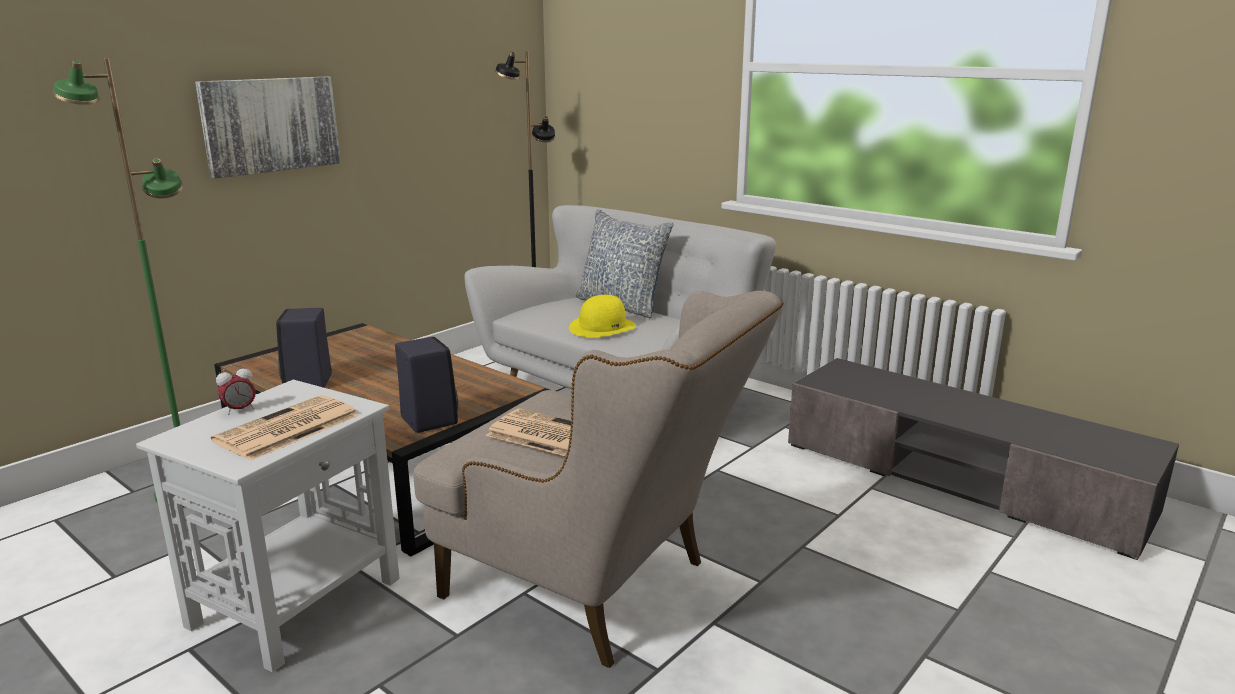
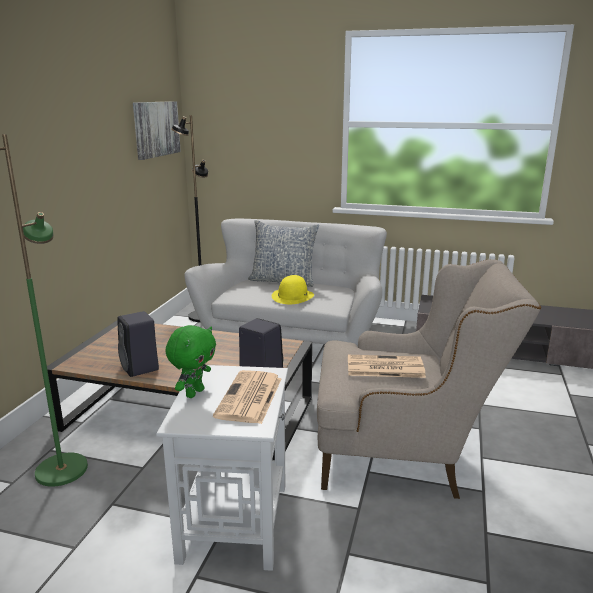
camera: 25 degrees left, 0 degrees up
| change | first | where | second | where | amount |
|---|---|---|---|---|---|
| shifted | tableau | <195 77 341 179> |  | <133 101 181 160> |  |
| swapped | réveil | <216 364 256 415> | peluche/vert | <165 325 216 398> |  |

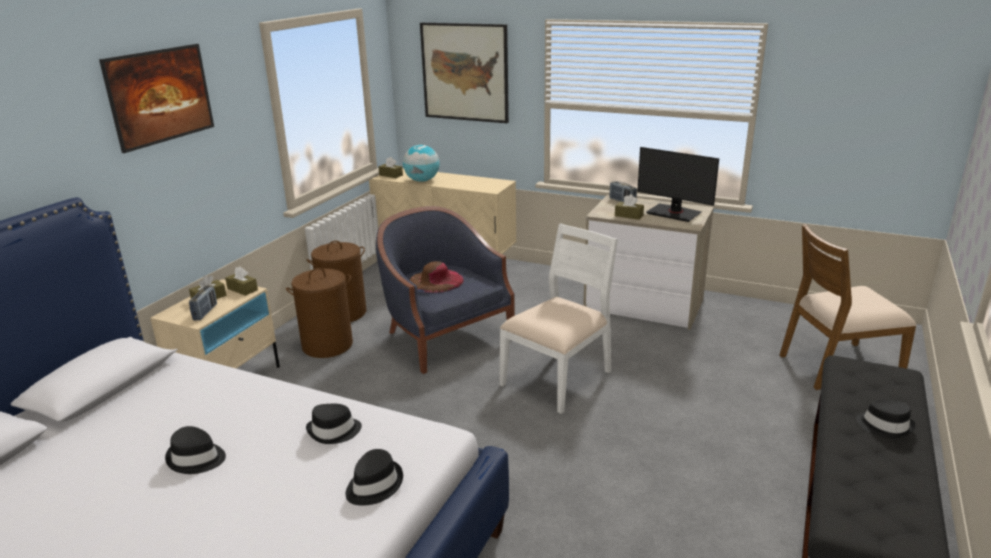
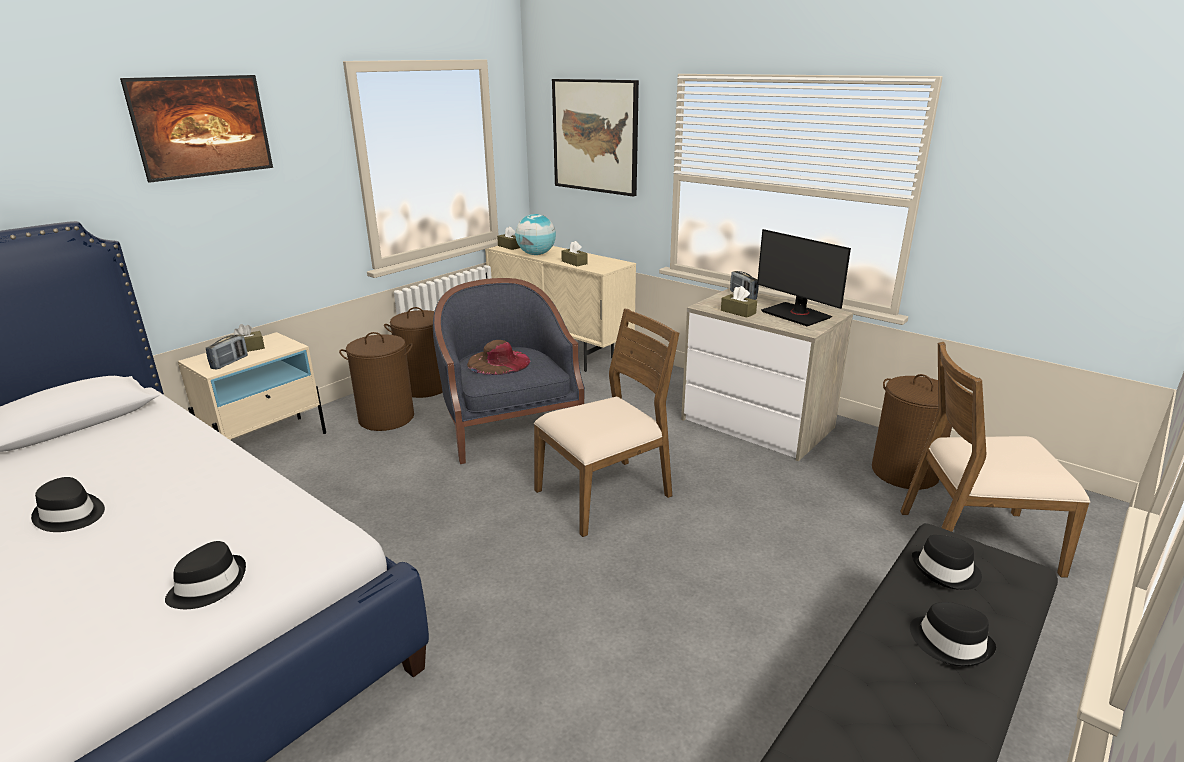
camera: 15 degrees right, 0 degrees up
| change | first | where | second | where | amount |
|---|---|---|---|---|---|
| shifted | boîte à mouchoirs/marron | <225 266 258 296> |  | <561 241 588 266> |  |
| shifted | chapeau/noir | <306 404 362 444> |  | <912 535 982 590> |  |
| repainted | chaise/blanc | <499 224 618 414> | chaise/marron | <534 308 679 537> |  |
| new |  |  | panier à linge/marron | <872 374 952 490> |  |

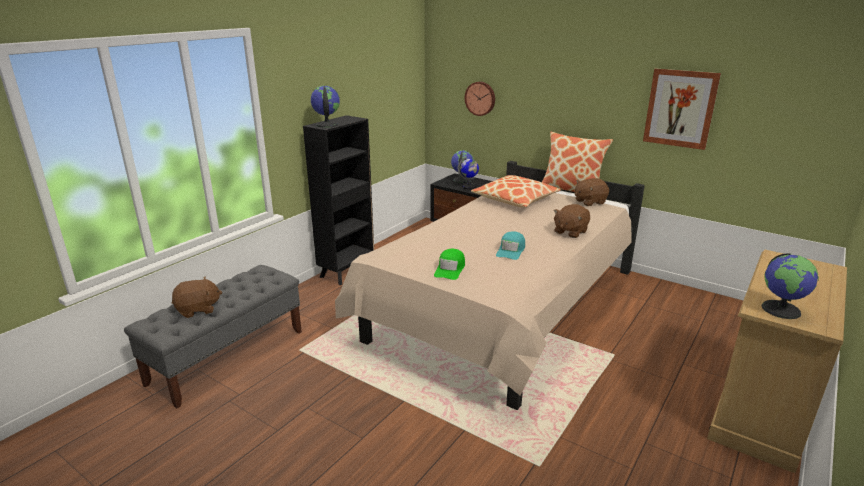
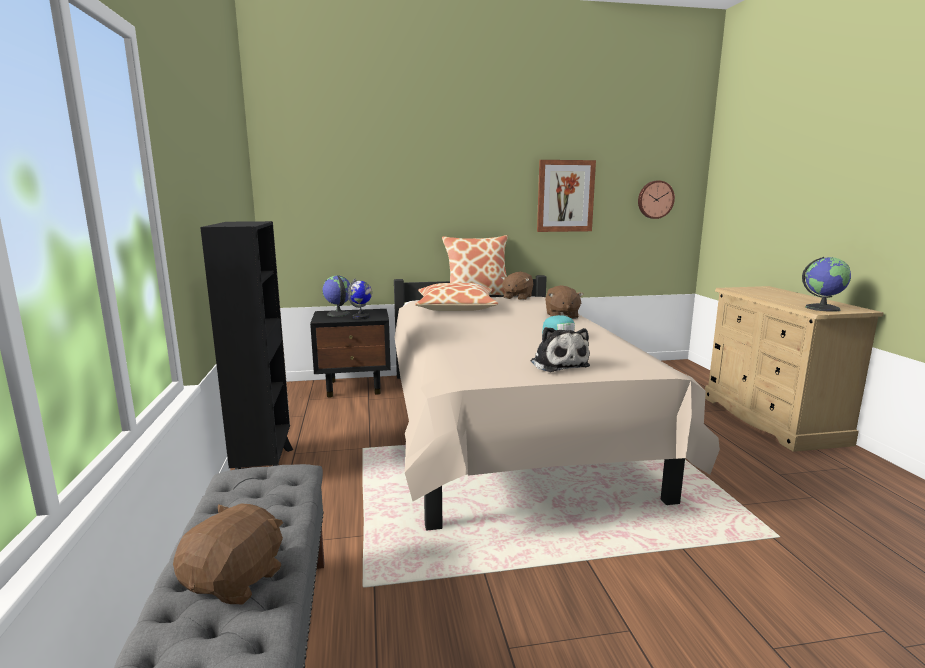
camera: 45 degrees left, 10 degrees down
| change | first | where | second | where | amount |
|---|---|---|---|---|---|
| gone | globe | <311 85 340 127> |  |  |  |
| swapped | casquette/vert | <434 249 465 280> | peluche | <531 327 590 372> |  |
| shifted | horloge murale | <465 82 495 116> |  | <638 181 675 219> |  |

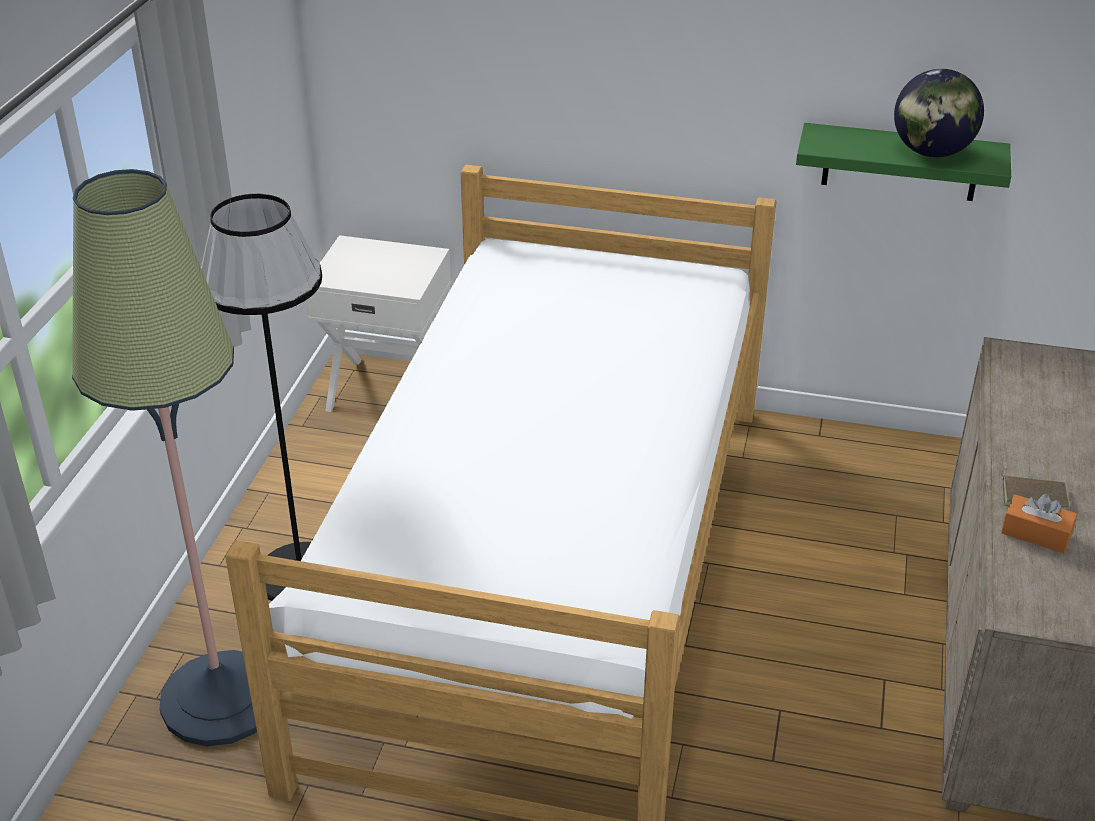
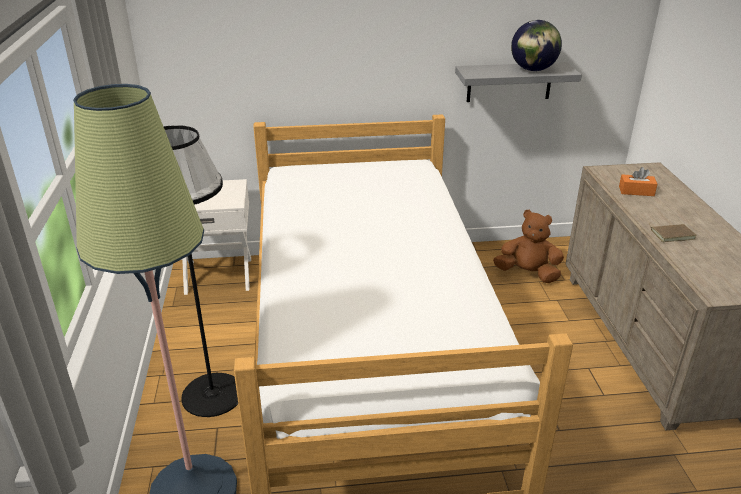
camera: 20 degrees left, 5 degrees down
| change | first | where | second | where | amount |
|---|---|---|---|---|---|
| repainted | étagère/vert | <796 123 1011 201> | étagère/gris | <455 62 582 102> |  |
| shifted | boîte à mouchoirs/orange | <1001 494 1077 553> |  | <619 167 658 196> |  |
| new |  |  | peluche/marron | <493 210 564 283> |  |

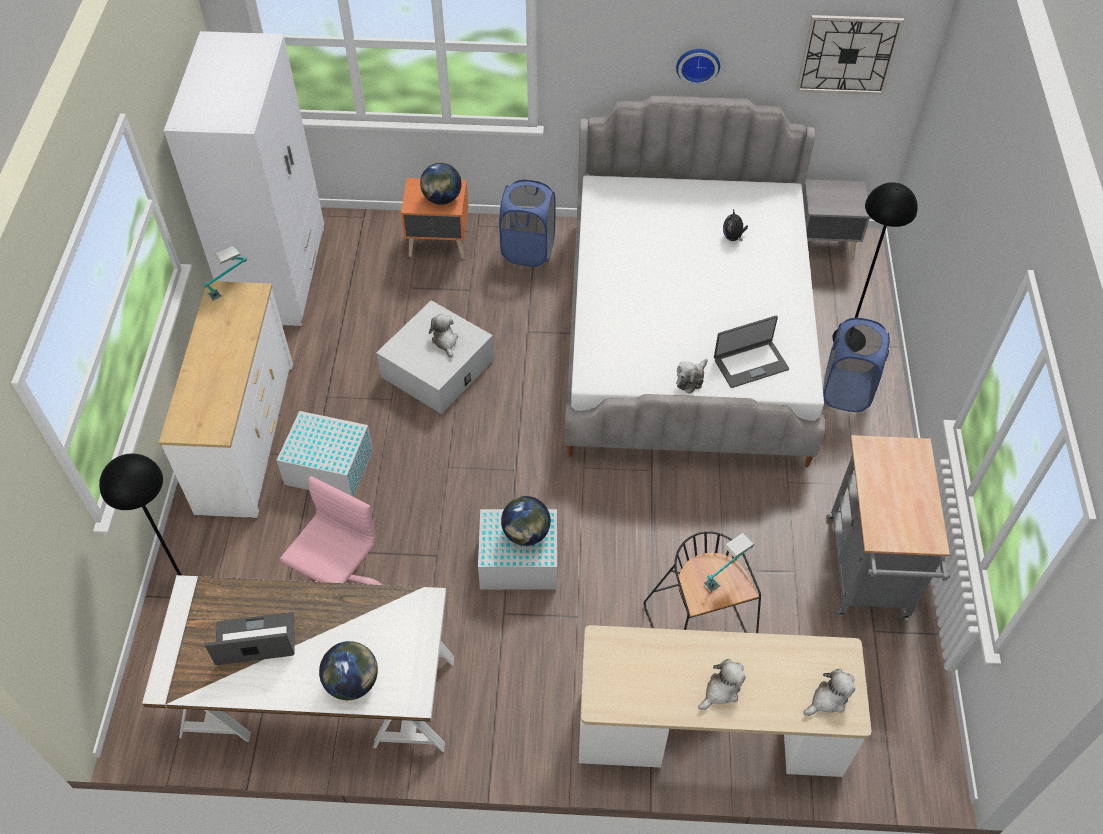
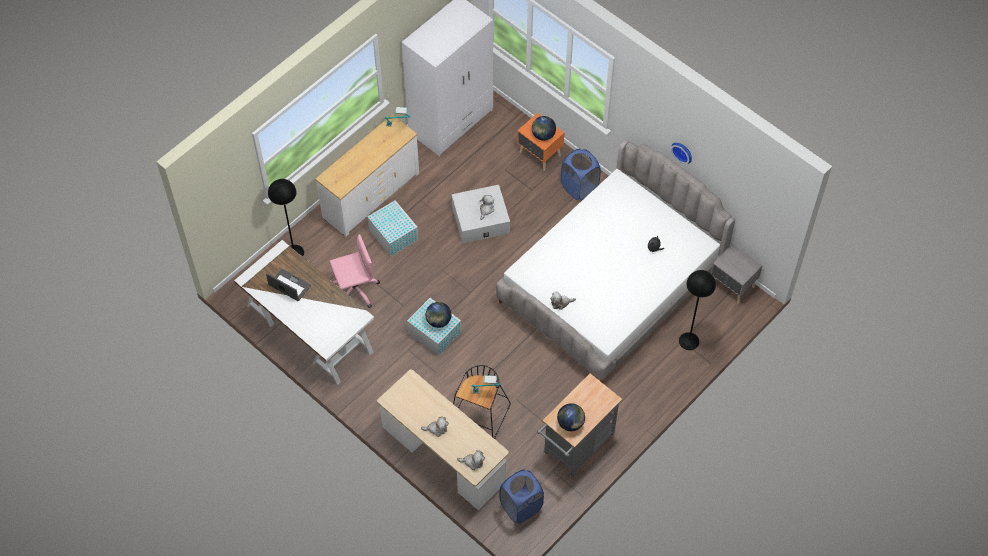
camera: 40 degrees right, 5 degrees up
| change | first | where | second | where | amount |
|---|---|---|---|---|---|
| shifted | globe | <319 641 378 700> |  | <557 403 585 431> |  |
| gone | ordinateur portable | <714 316 789 388> |  |  |  |
| gone | horloge murale | <796 15 904 95> |  |  |  |
| shifted | panier à linge/bleu | <823 318 890 412> |  | <500 470 544 523> |  |

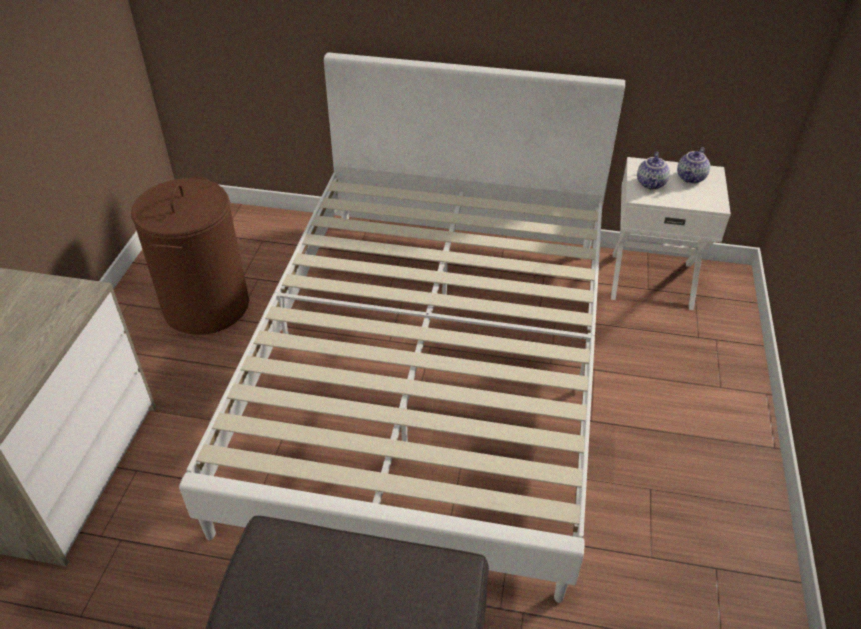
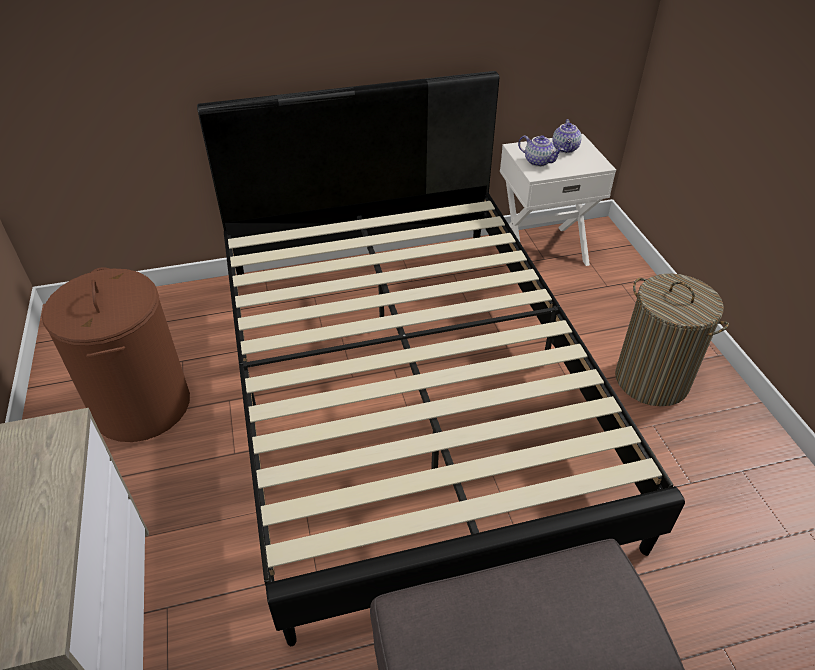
camera: 25 degrees left, 0 degrees up
| change | first | where | second | where | amount |
|---|---|---|---|---|---|
| repainted | lit/blanc | <179 52 625 603> | lit/noir | <197 71 685 646> |  |
| rotated | théière | <637 152 670 190> |  | <518 135 564 167> | 45 degrees counterclockwise |
| new |  |  | panier à linge | <615 273 729 406> |  |

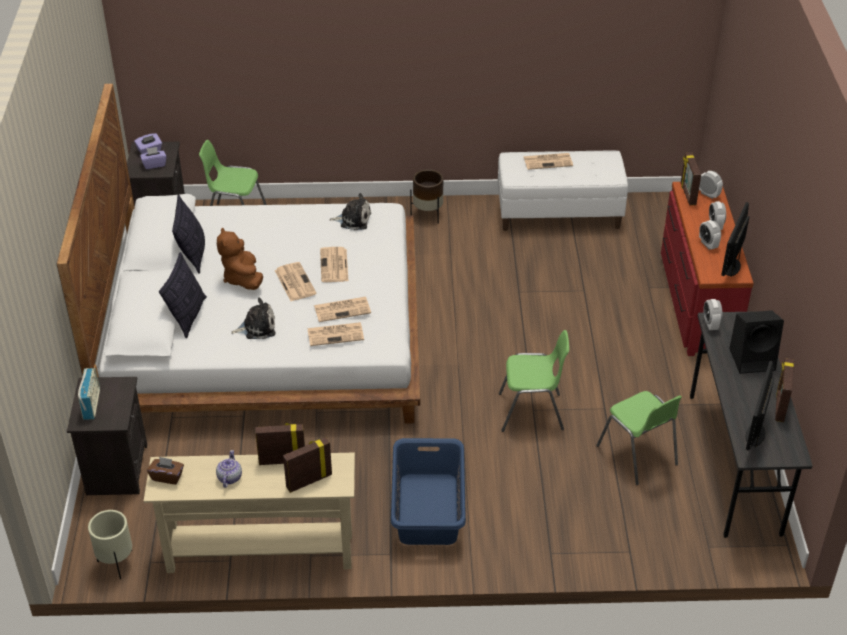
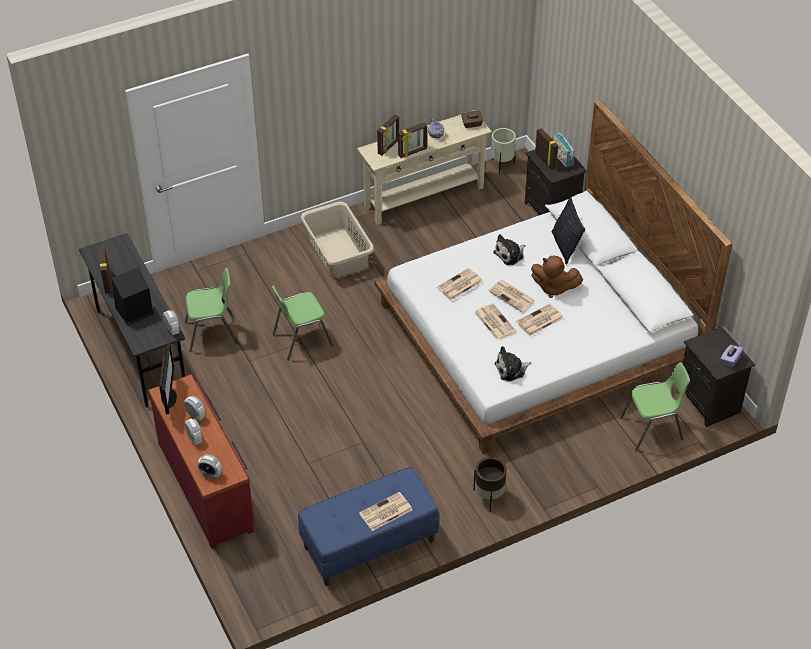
camera: 155 degrees right, 5 degrees up
| change | first | where | second | where | amount |
|---|---|---|---|---|---|
| gone | boîte à mouchoirs/violet | <140 147 166 169> |  |  |  |
| gone | coussin | <172 195 205 274> |  |  |  |
| rotated | peluche/marron | <217 227 263 290> |  | <531 256 583 298> | 150 degrees clockwise |
| shifted | journal | <307 322 364 346> |  | <516 304 563 336> |  |
| repainted | panier à linge/bleu | <391 438 466 545> | panier à linge/beige | <301 201 374 278> |  |
| repainted | banc/blanc | <498 150 628 231> | banc/bleu | <298 467 439 586> |  |
| rotated | chaise/vert | <596 391 682 485> |  | <185 268 238 352> | 135 degrees clockwise |
| shifted | cadre photo | <681 152 701 205> |  | <535 128 559 170> |  |
| gone | écran d'ordinateur | <746 361 774 450> |  |  |  |

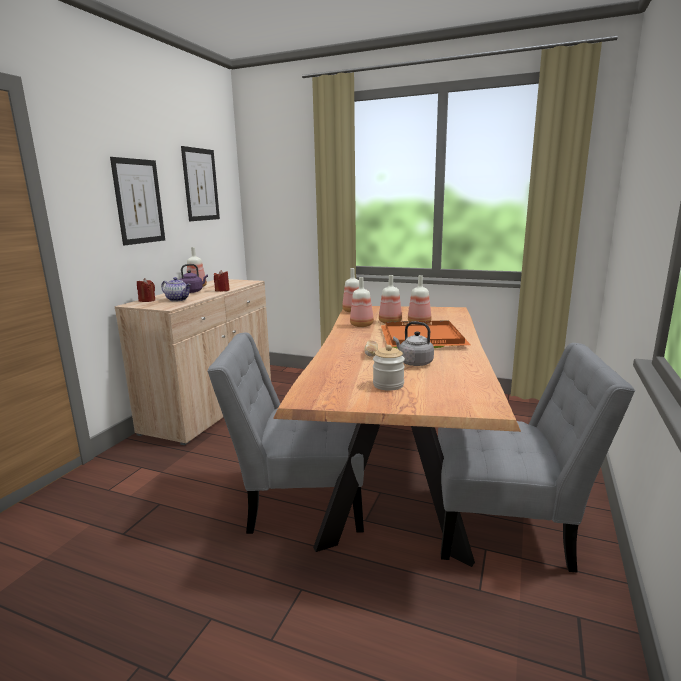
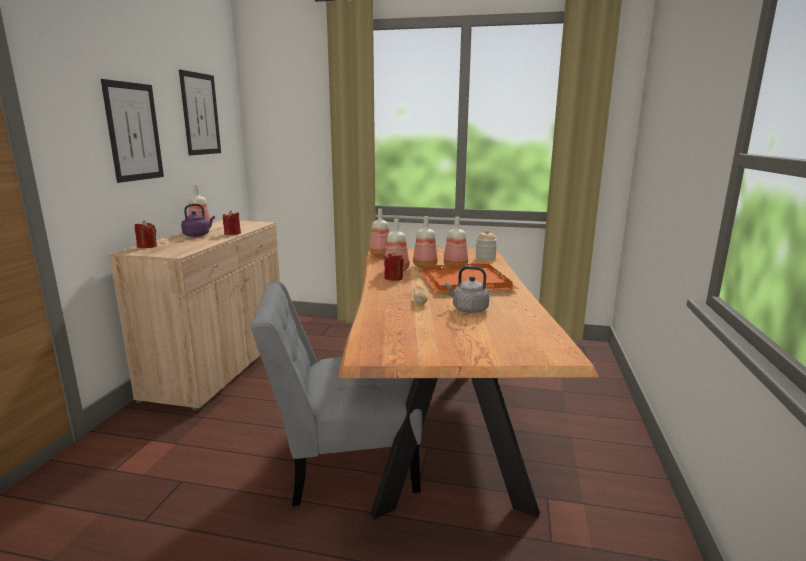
camera: 10 degrees left, 0 degrees up
| change | first | where | second | where | amount |
|---|---|---|---|---|---|
| gone | théière | <161 277 191 302> |  |  |  |
| shifted | bocal | <373 345 405 391> |  | <475 230 497 260> |  |
| gone | chaise/gris | <438 343 635 573> |  |  |  |
| new |  |  | bougie/rouge | <384 252 404 281> |  |

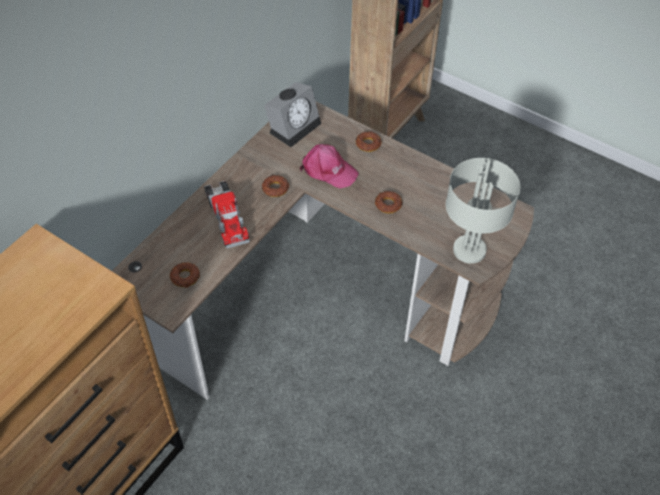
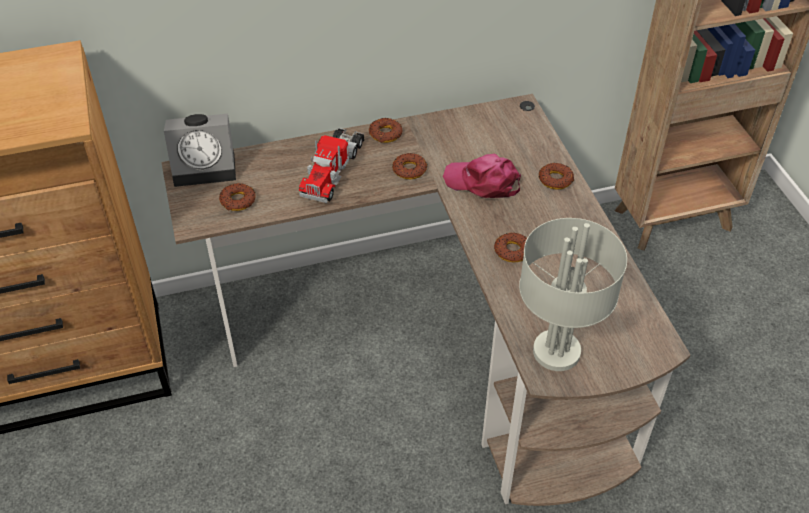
camera: 40 degrees right, 5 degrees down
| change | first | where | second | where | amount |
|---|---|---|---|---|---|
| shifted | réveil | <264 82 321 147> |  | <164 114 236 187> |  |
| rotated | casquette/rose | <300 144 359 189> |  | <443 154 521 198> | 135 degrees clockwise |
| new |  |  | beignet | <369 118 402 143> |  |

